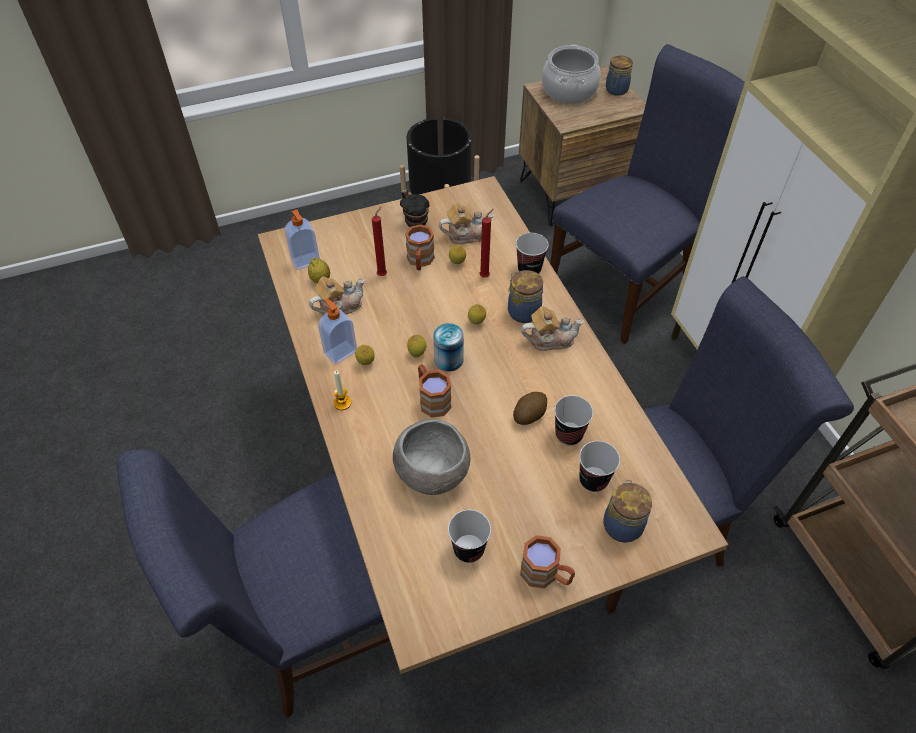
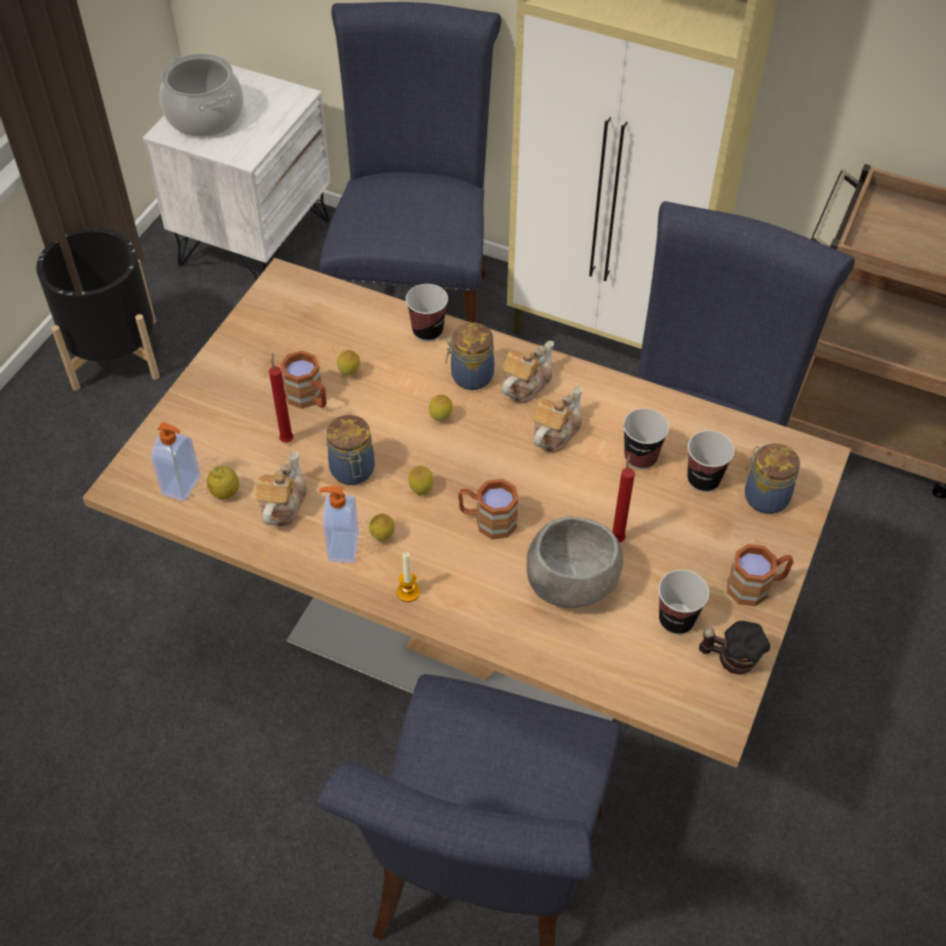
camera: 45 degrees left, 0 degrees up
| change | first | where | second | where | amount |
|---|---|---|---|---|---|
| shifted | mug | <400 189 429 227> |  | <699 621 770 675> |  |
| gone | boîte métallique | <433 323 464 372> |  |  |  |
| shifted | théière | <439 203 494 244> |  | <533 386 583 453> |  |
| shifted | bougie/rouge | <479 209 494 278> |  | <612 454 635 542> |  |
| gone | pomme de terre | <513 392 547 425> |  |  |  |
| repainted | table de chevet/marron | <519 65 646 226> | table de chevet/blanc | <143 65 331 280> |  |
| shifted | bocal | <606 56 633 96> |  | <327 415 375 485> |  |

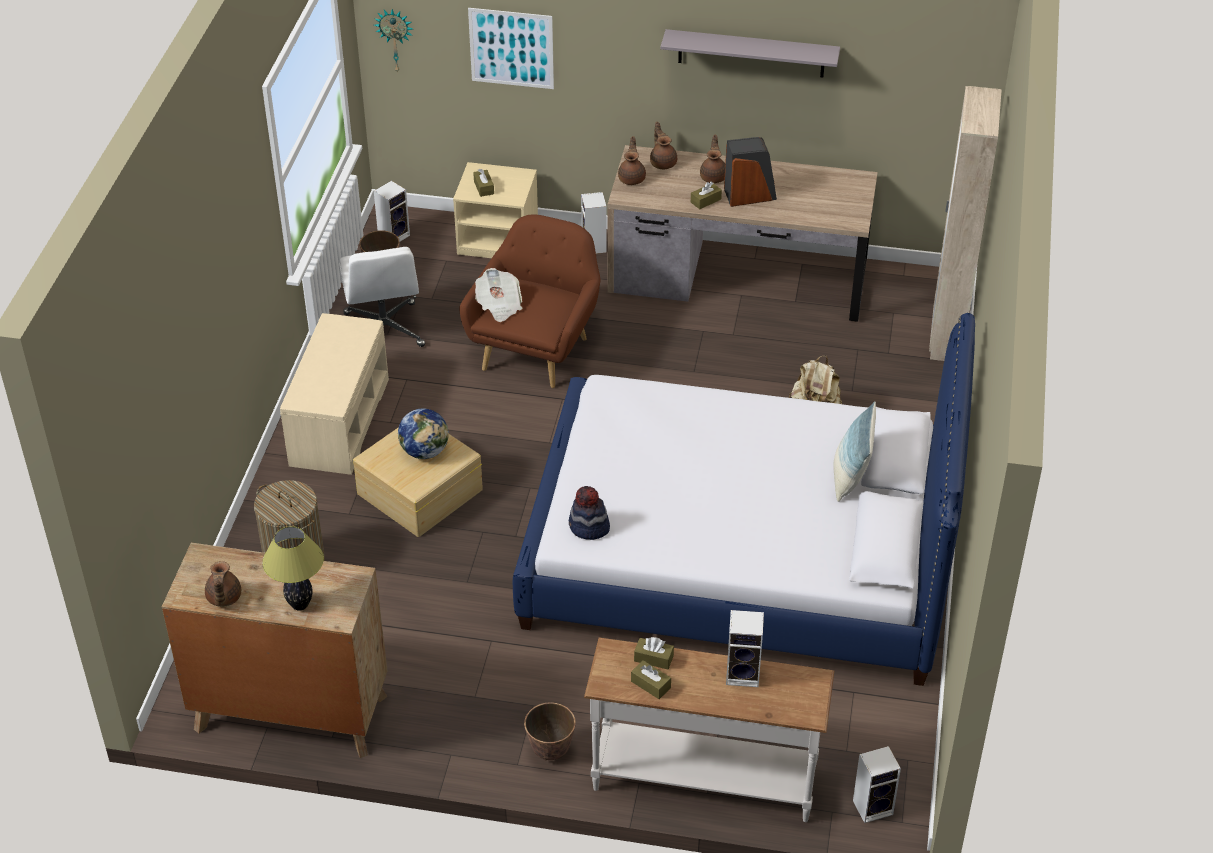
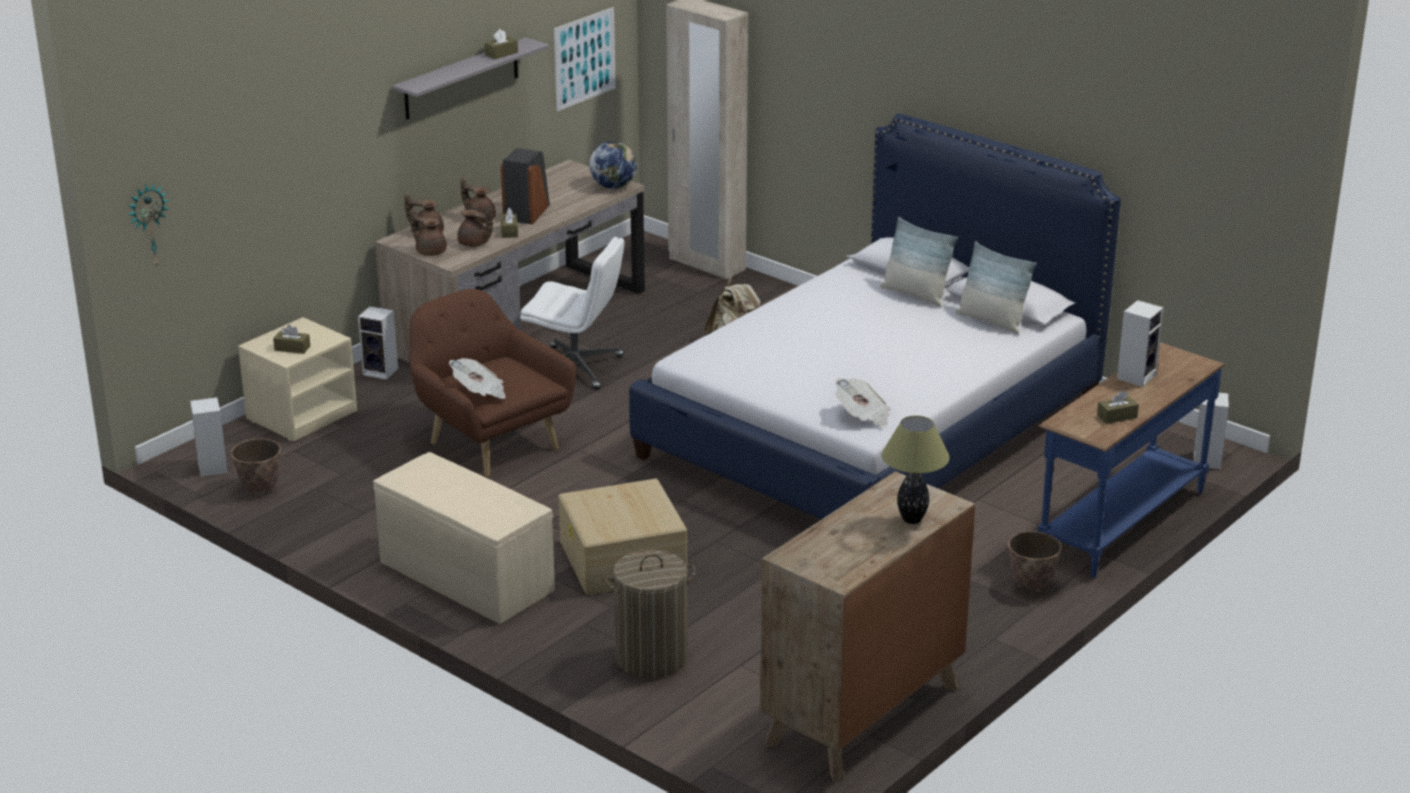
camera: 60 degrees left, 15 degrees down
| change | first | where | second | where | amount |
|---|---|---|---|---|---|
| shifted | théière/marron | <205 561 241 607> |  | <457 209 493 247> |  |
| shifted | chaise de bureau/blanc | <339 247 425 347> |  | <520 237 624 390> |  |
| shifted | globe | <398 408 449 459> |  | <589 141 637 189> |  |
| shifted | tableau | <468 8 554 89> |  | <554 7 616 112> |  |
| swapped | chapeau | <569 486 610 540> | journal | <835 378 891 428> |  |
| repainted | table console/blanc | <584 637 835 822> | table console/bleu | <1038 342 1225 578> |  |
| shifted | boîte à mouchoirs/marron | <634 637 674 669> |  | <485 29 518 59> |  |
| new |  |  | coussin | <955 241 1037 334> |  |

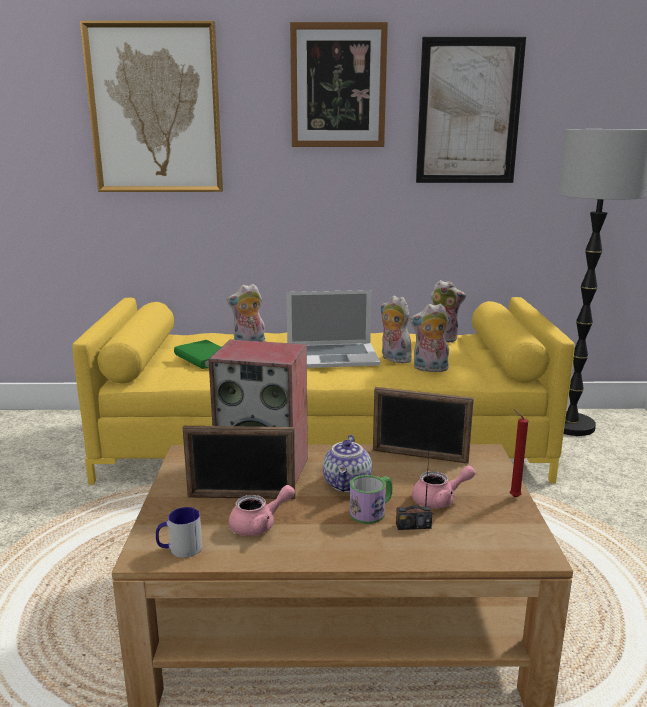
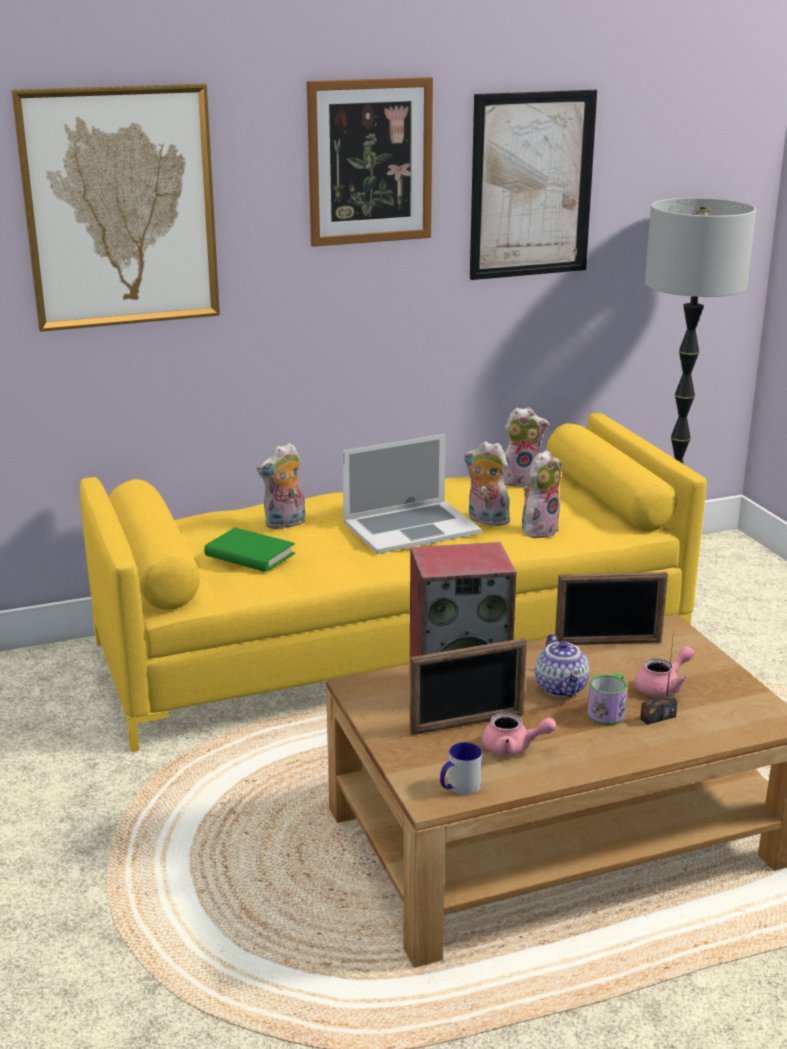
camera: 20 degrees left, 5 degrees up
| change | first | where | second | where | amount |
|---|---|---|---|---|---|
| rotated | théière/rose | <229 485 295 536> |  | <482 713 556 755> | 60 degrees clockwise |
| rotated | peluche | <410 303 449 372> |  | <522 450 561 538> | 150 degrees clockwise |
| gone | bougie/rouge | <510 409 528 497> |  |  |  |

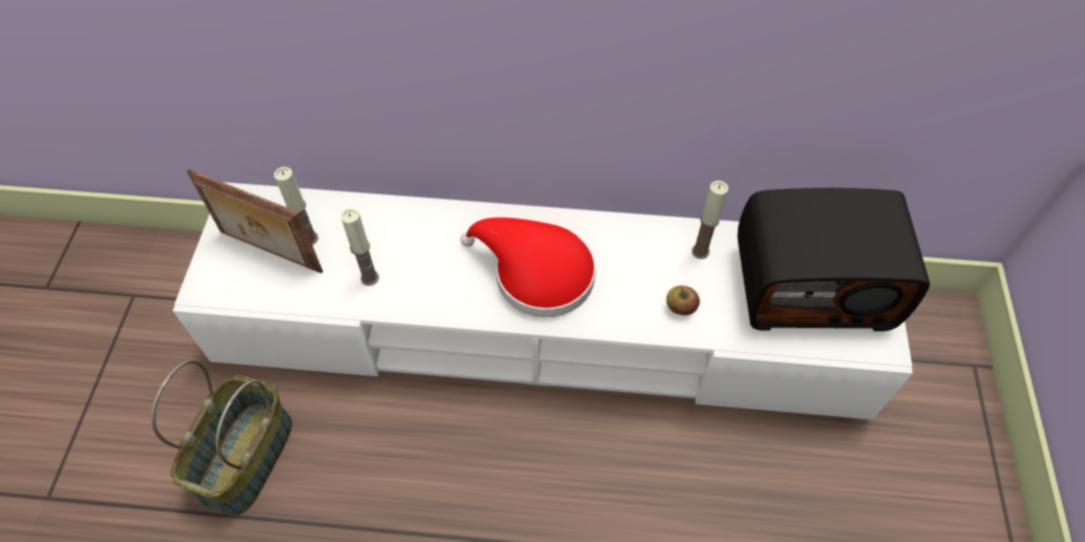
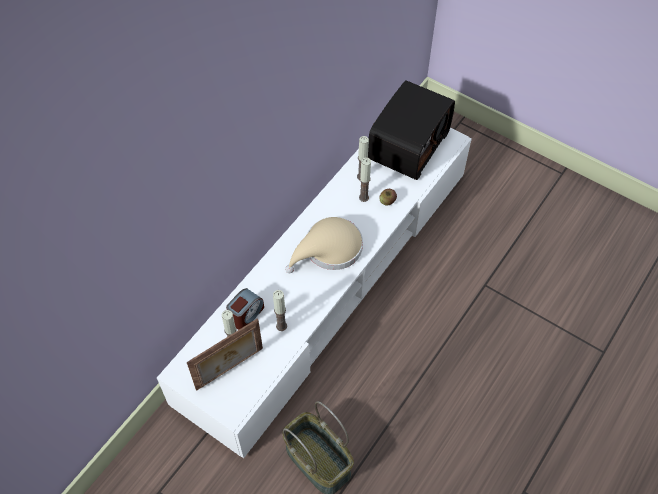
camera: 60 degrees left, 0 degrees up
| change | first | where | second | where | amount |
|---|---|---|---|---|---|
| repainted | chapeau/rouge | <460 217 596 317> | chapeau/beige | <285 217 363 273> |  |
| new |  |  | réveil | <226 288 264 330> |  |
| new |  |  | bougie | <359 157 371 202> |  |

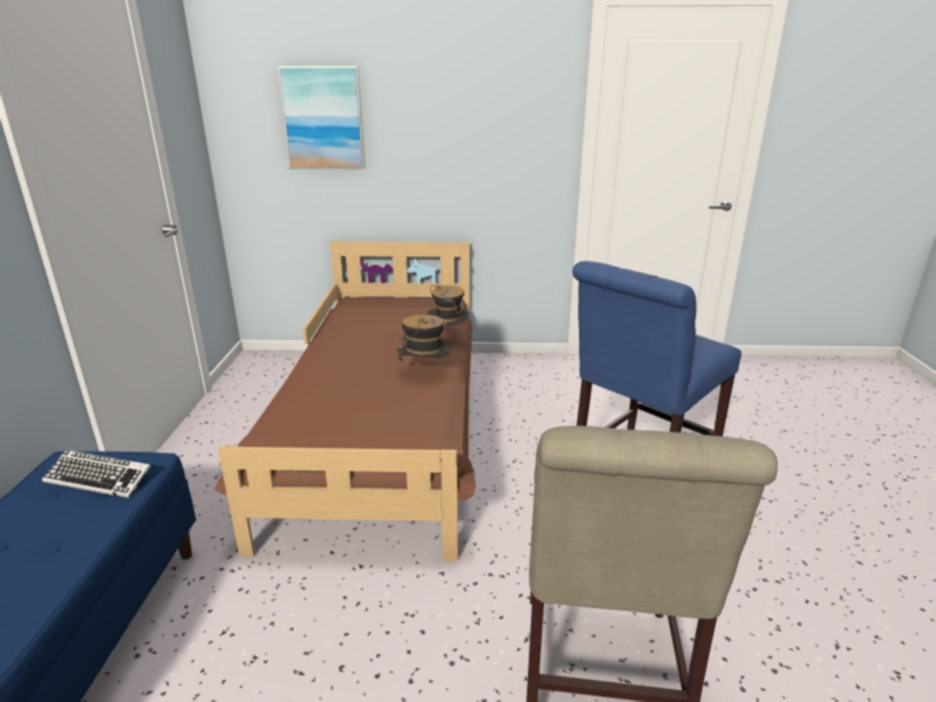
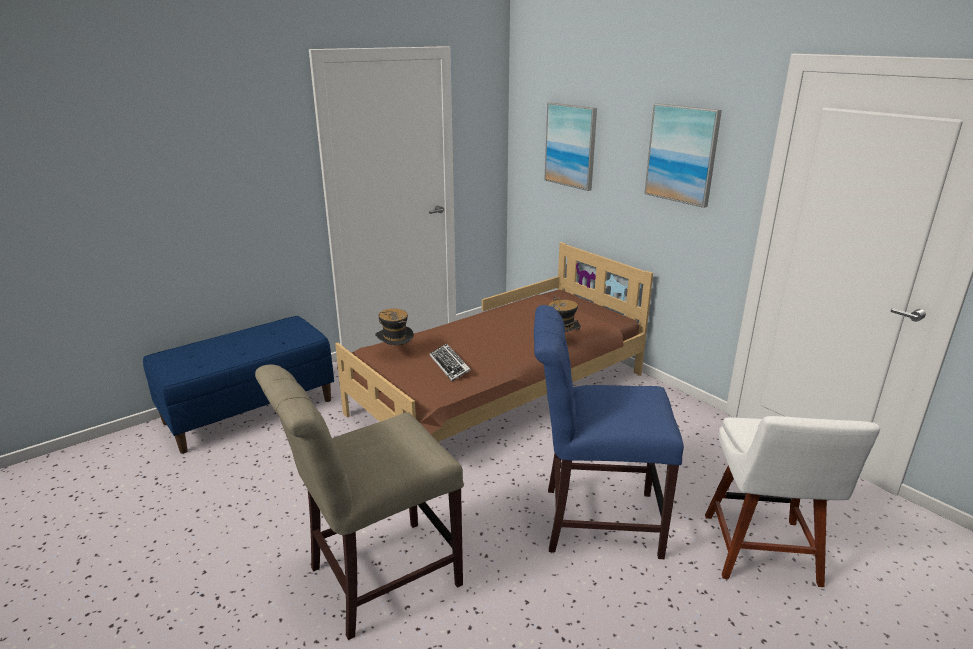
camera: 50 degrees right, 0 degrees up
| change | first | where | second | where | amount |
|---|---|---|---|---|---|
| shifted | clavier | <42 450 151 498> |  | <429 344 471 381> |  |
| shifted | chapeau | <396 315 450 366> |  | <375 309 414 345> |  |
| new |  |  | tableau | <644 103 722 208> |  |
| new |  |  | chaise/blanc | <705 416 880 587> |  |

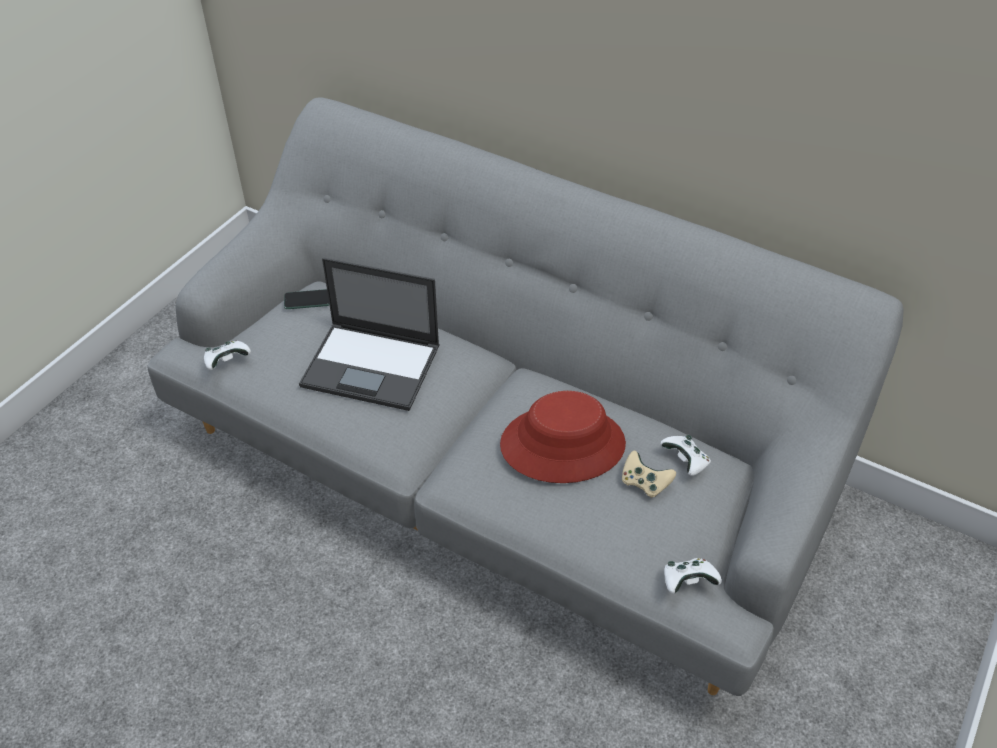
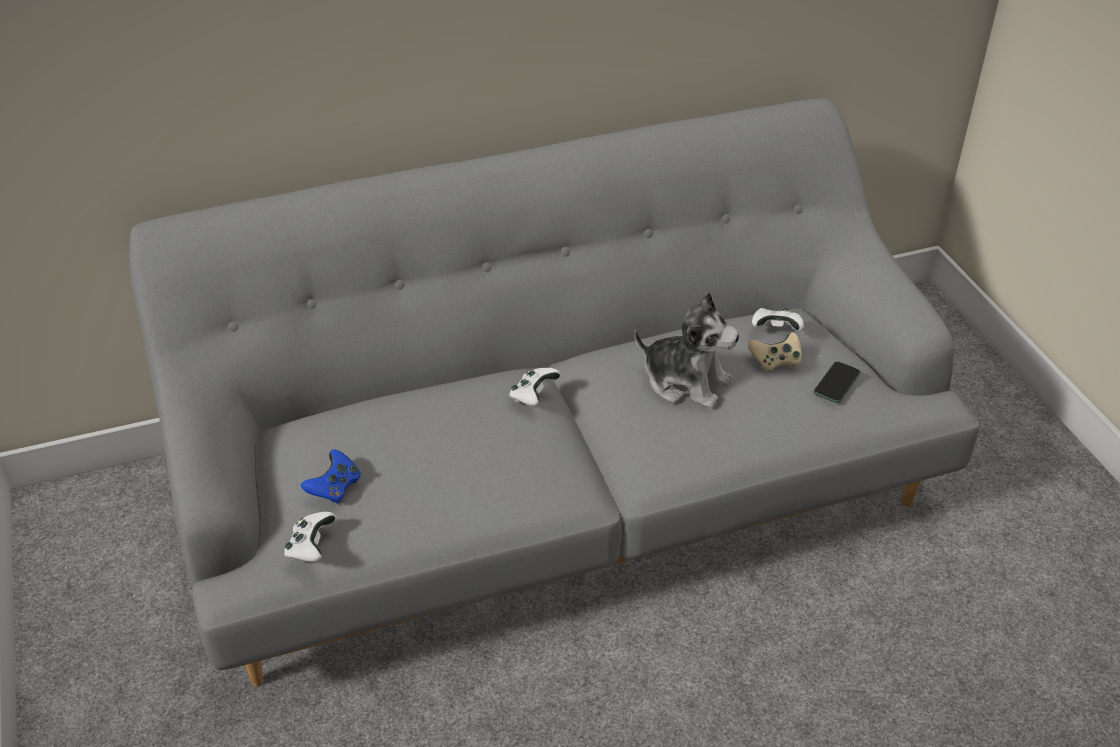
camera: 50 degrees left, 5 degrees down
| change | first | where | second | where | amount |
|---|---|---|---|---|---|
| shifted | téléphone | <284 289 329 309> |  | <813 361 860 403> |  |
| gone | ordinateur portable | <299 258 440 411> |  |  |  |
| swapped | chapeau/rouge | <500 391 626 483> | peluche | <634 292 740 409> |  |
| shifted | manette/blanc | <664 558 722 594> |  | <509 368 561 406> |  |
| new |  |  | manette/bleu | <301 449 361 504> |  |

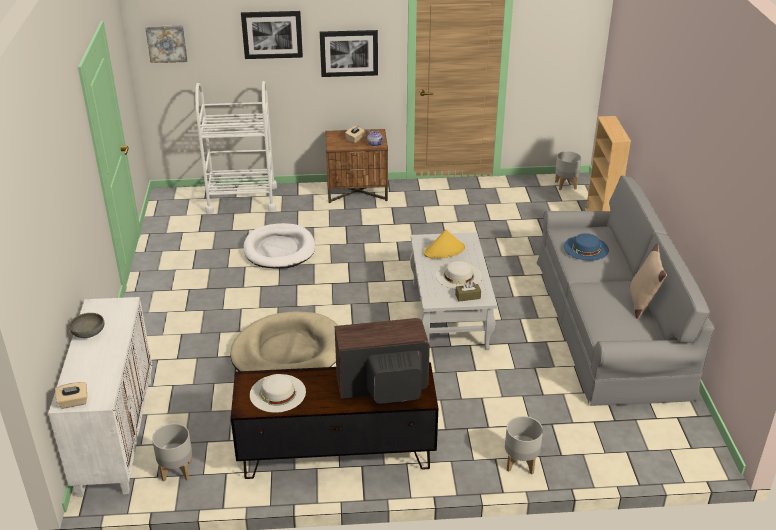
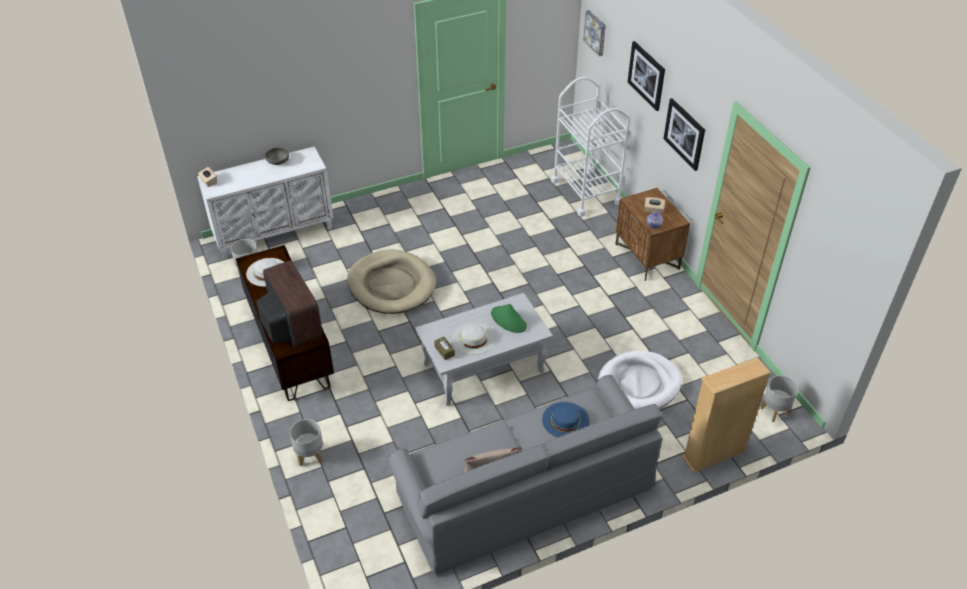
camera: 70 degrees right, 10 degrees up
| change | first | where | second | where | amount |
|---|---|---|---|---|---|
| shifted | panier pour chien/blanc | <243 223 315 269> |  | <598 350 682 409> |  |
| repainted | chapeau/jaune | <424 230 465 259> | chapeau/vert | <491 304 527 333> |  |

